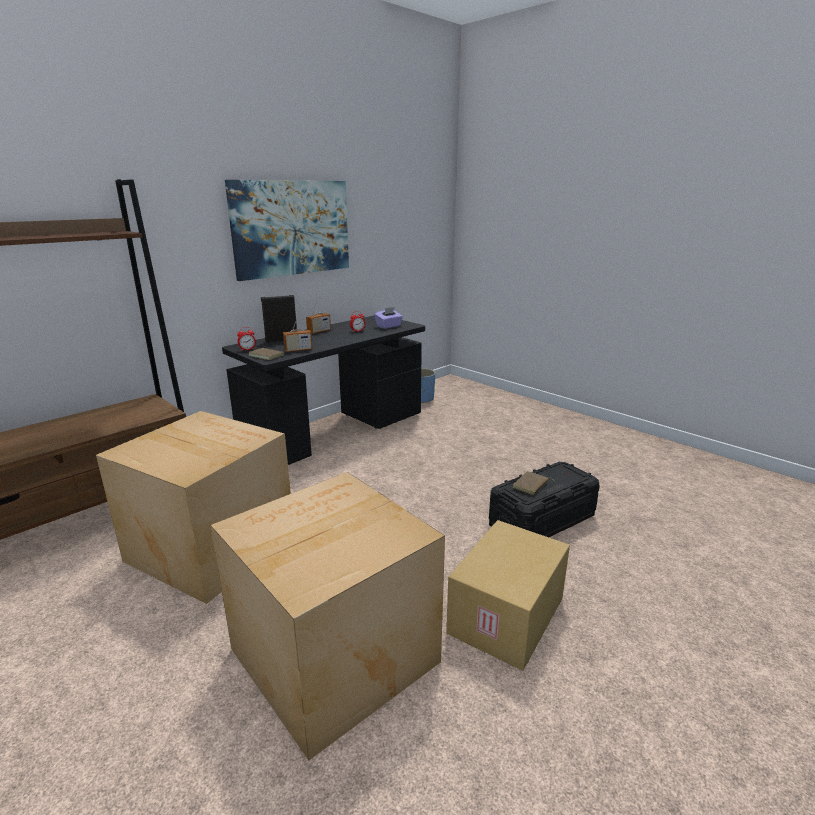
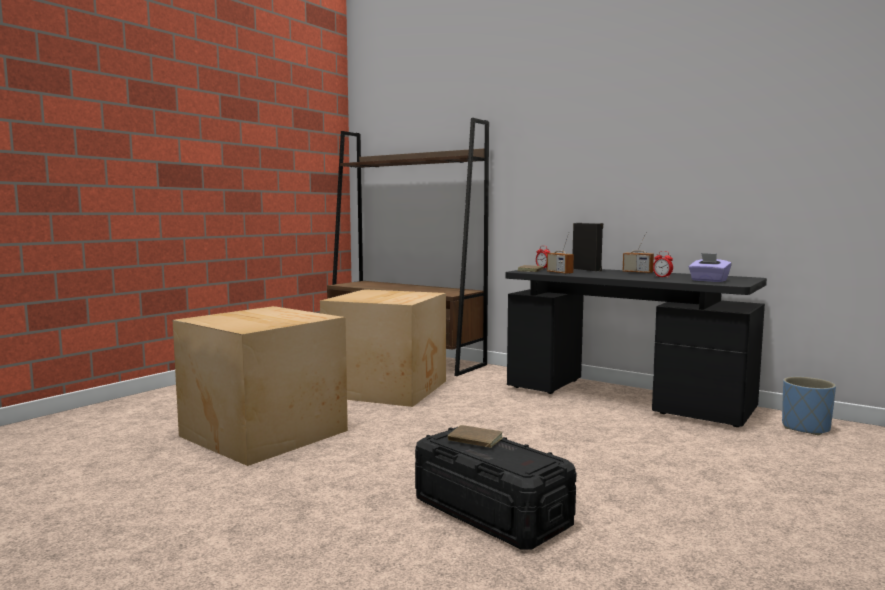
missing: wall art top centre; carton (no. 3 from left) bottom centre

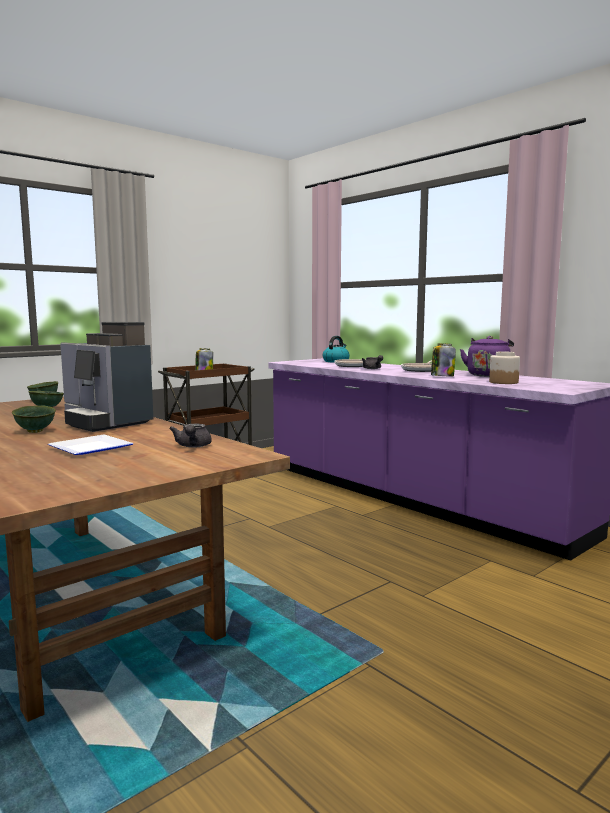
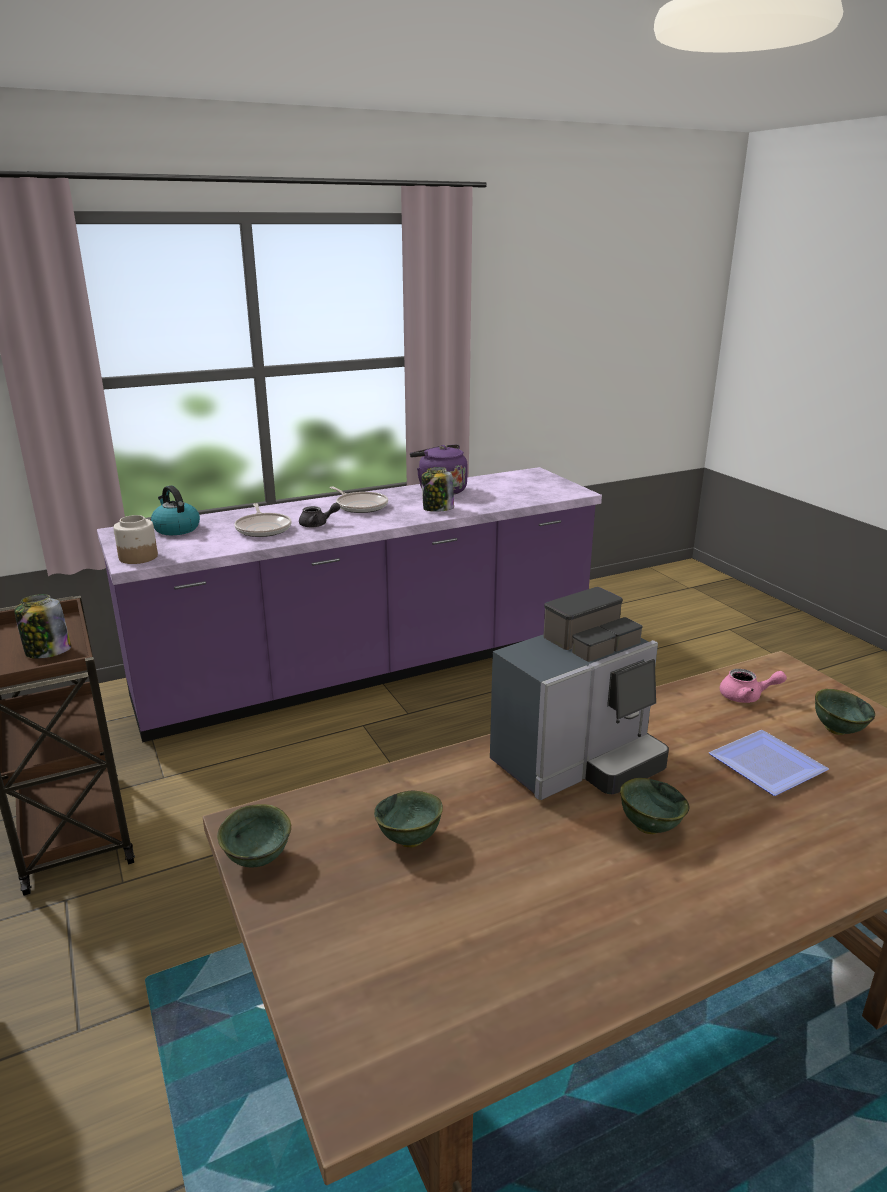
appeared: bowl (greenish) (no. 4 from left) middle right
relocated: preserve jar (no. 3 from left in the first image) middle right to preserve jar (no. 2 from left) middle left
colour: tea pot (grey) (no. 1 from left) middle left to tea pot (pink-coloured) middle right

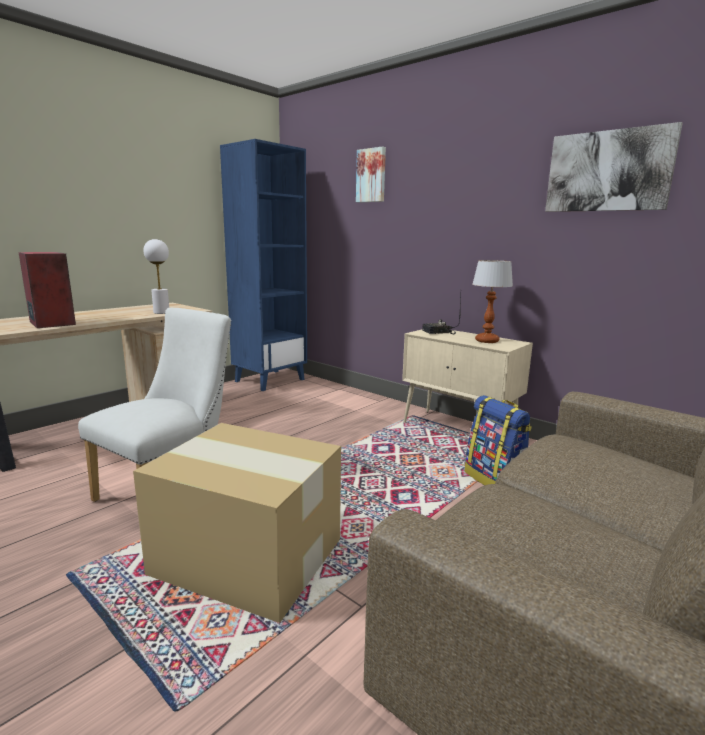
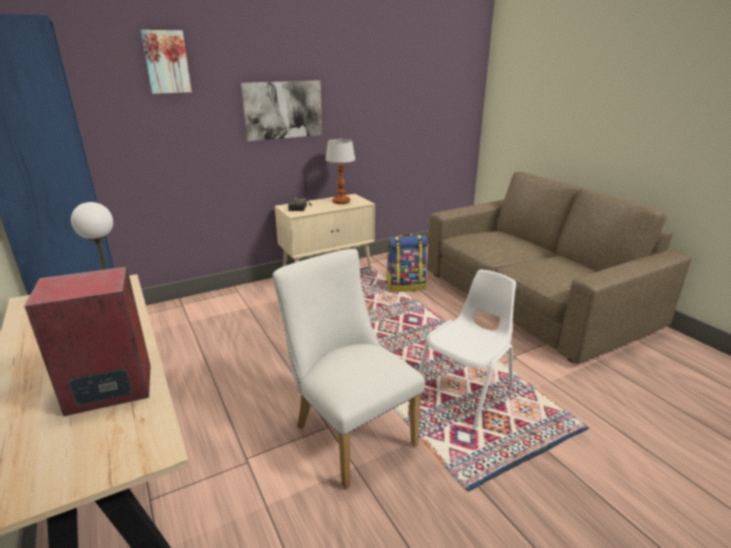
relocated: wall art (no. 2 from left) top right to top centre
exchanged: carton bottom centre to chair (white-coloured) (no. 2 from left) centre

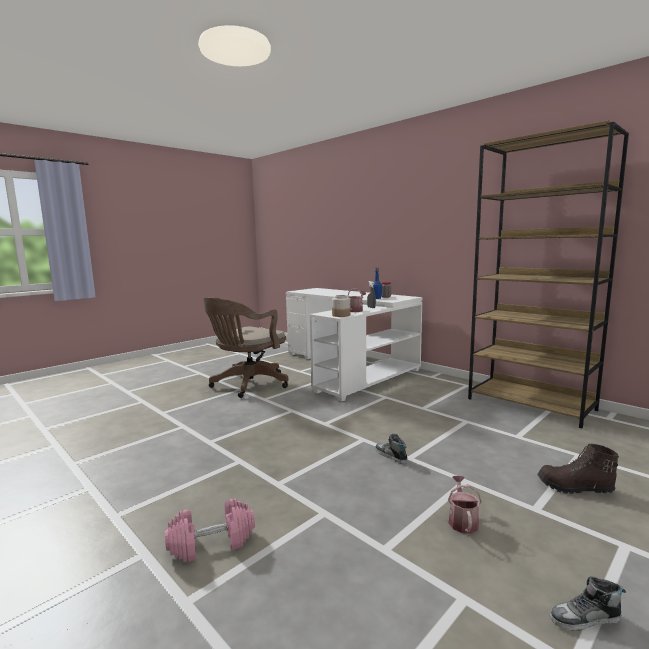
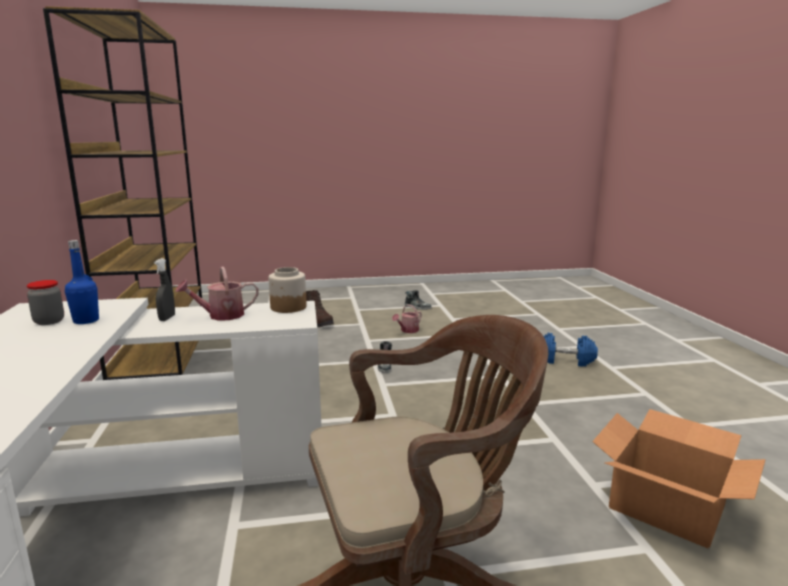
appeared: carton bottom right
colour: dumbbell (pink-coloured) bottom left to dumbbell (bluish) middle right

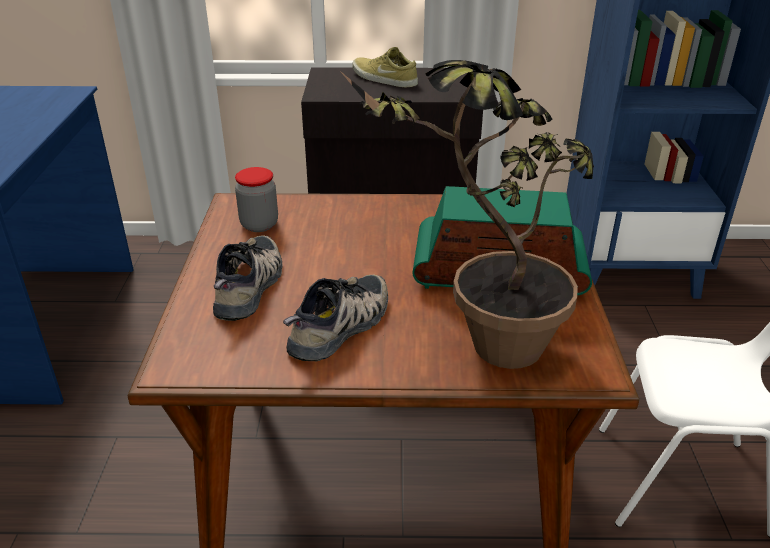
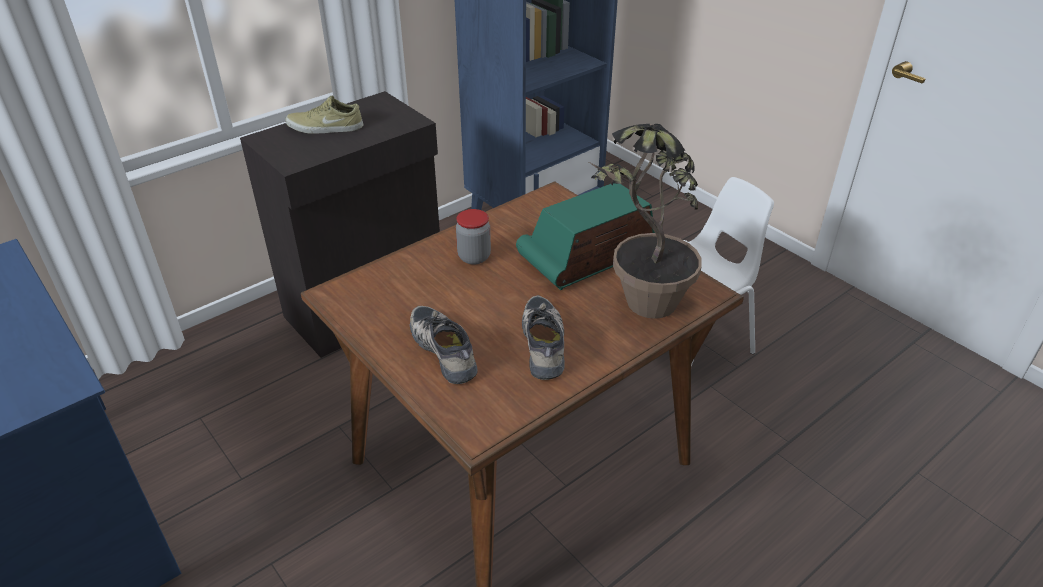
relocated: preserve jar middle left to centre

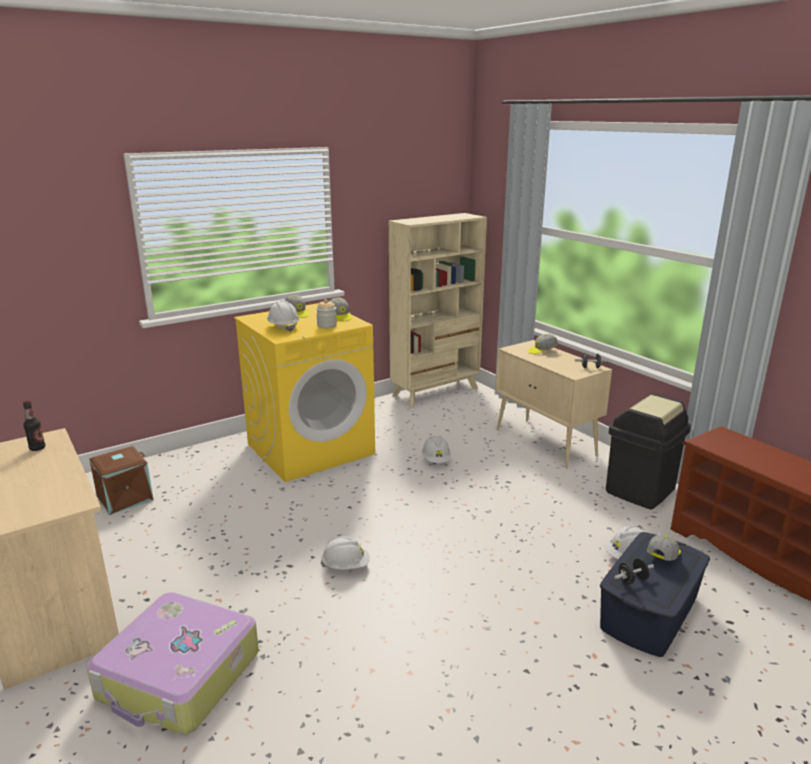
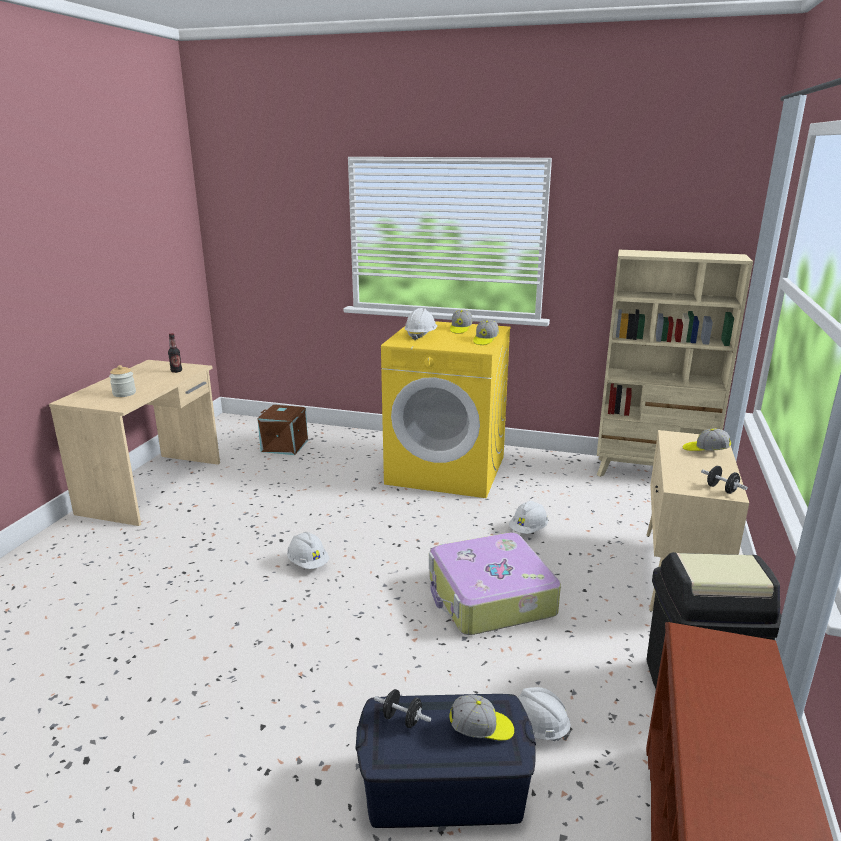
relocated: preserve jar centre to middle left; travel case bottom left to bottom centre

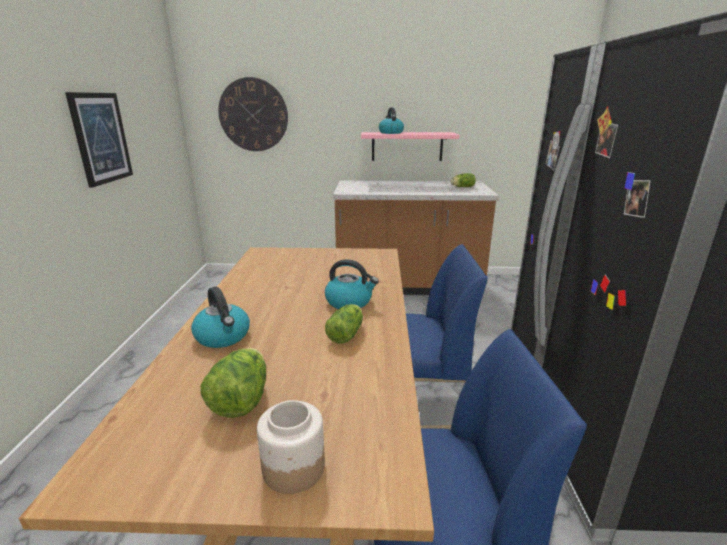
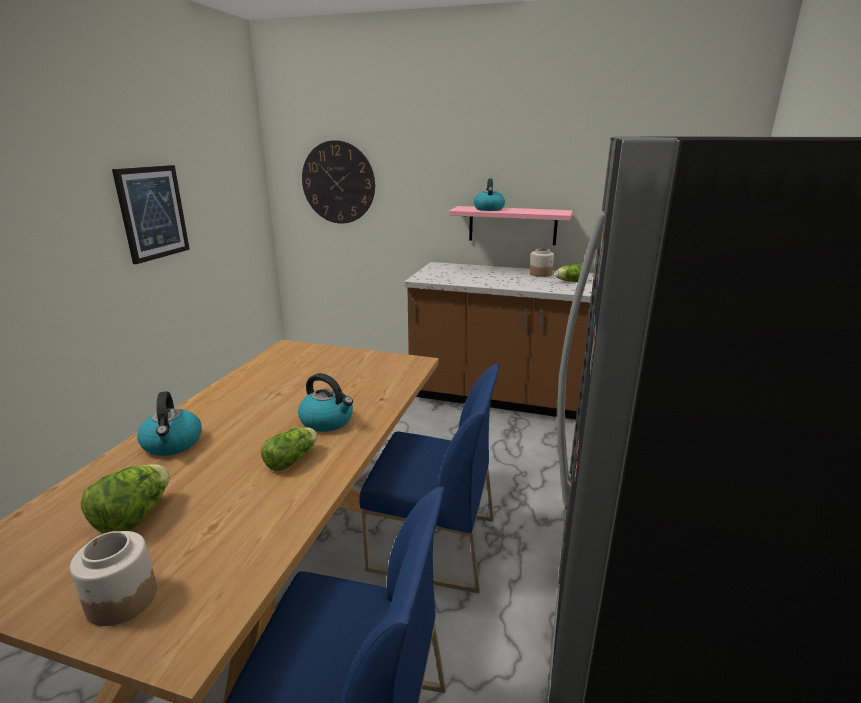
appeared: preserve jar (no. 2 from left) centre

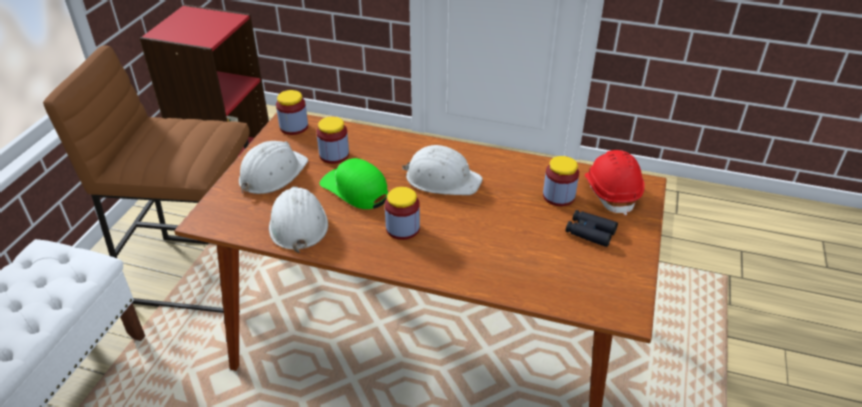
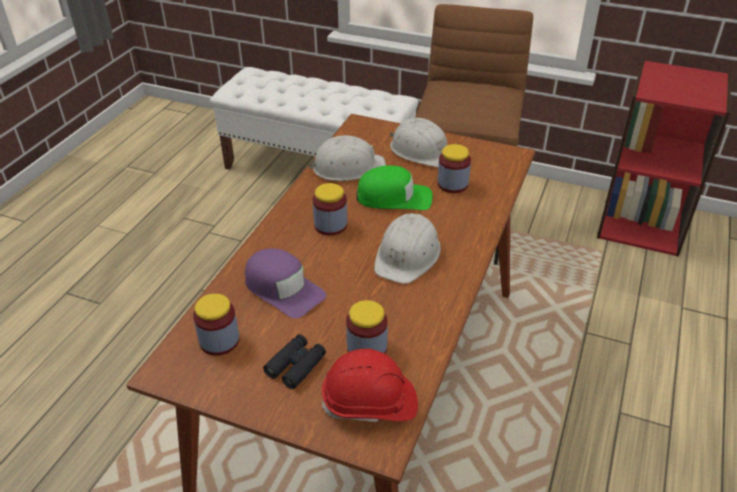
appeared: peaked cap (purplish) centre
relocated: preserve jar (no. 1 from left) top centre to middle left
spun: peaked cap (greenish) centre = centre 45 degrees clockwise

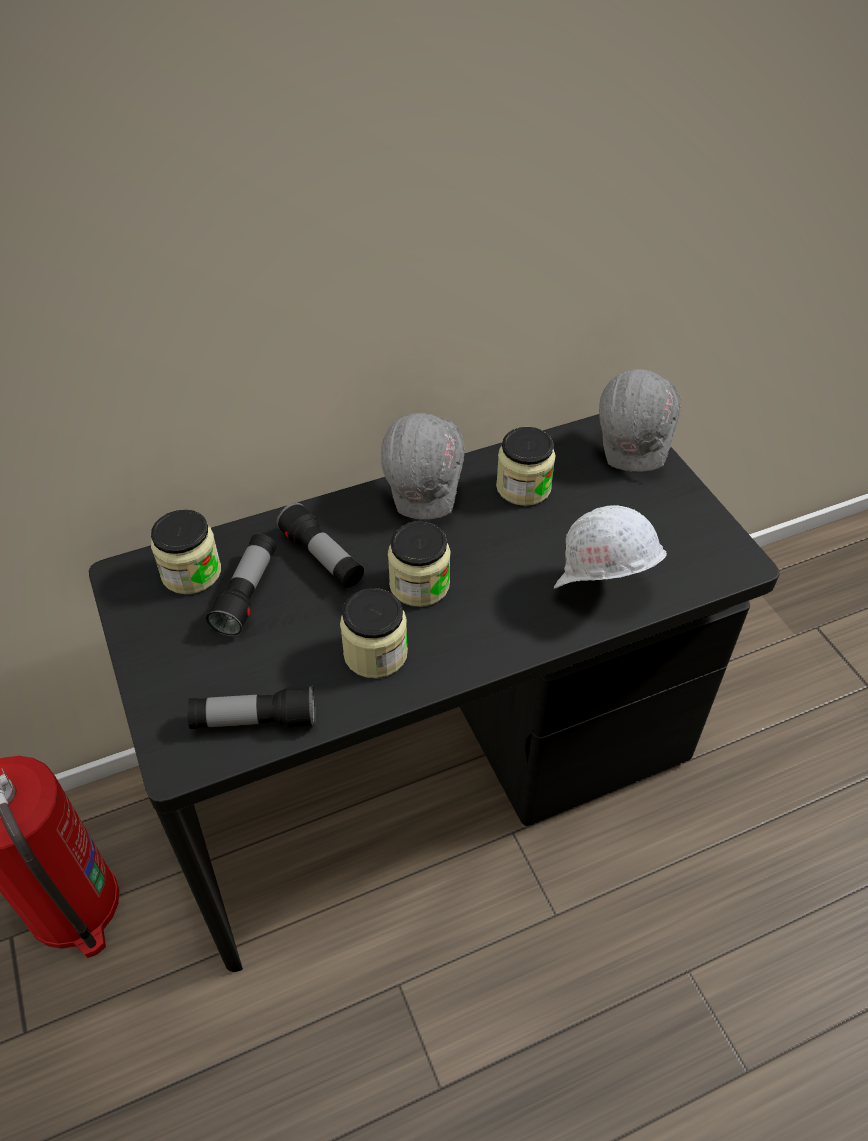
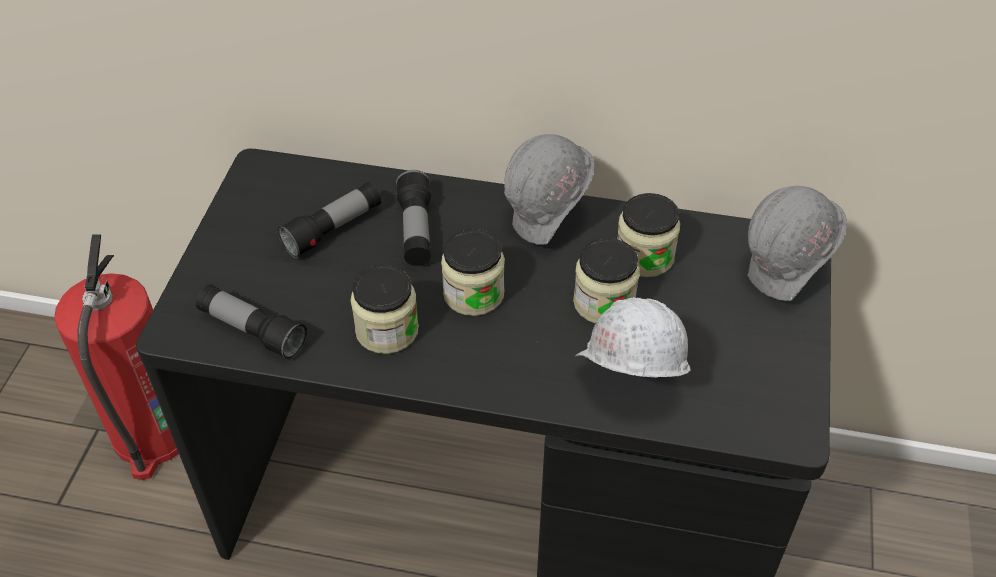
relocated: preserve jar (no. 1 from left in the first image) middle left to preserve jar (no. 3 from left) centre

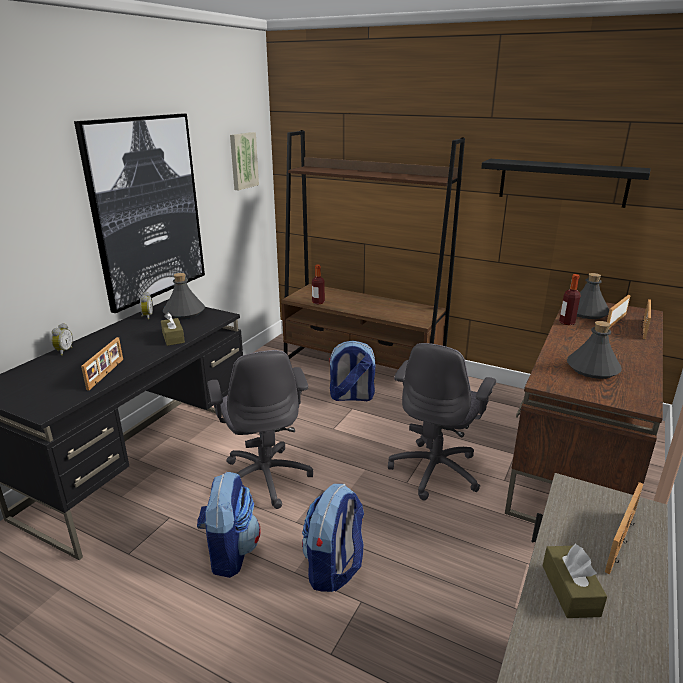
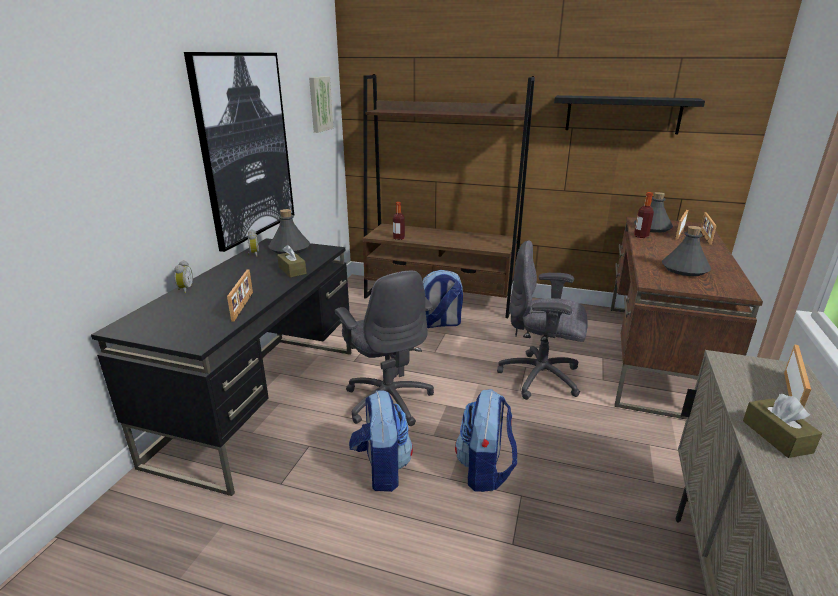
spun: desk chair (grey) (no. 2 from left) centre = centre 90 degrees clockwise

